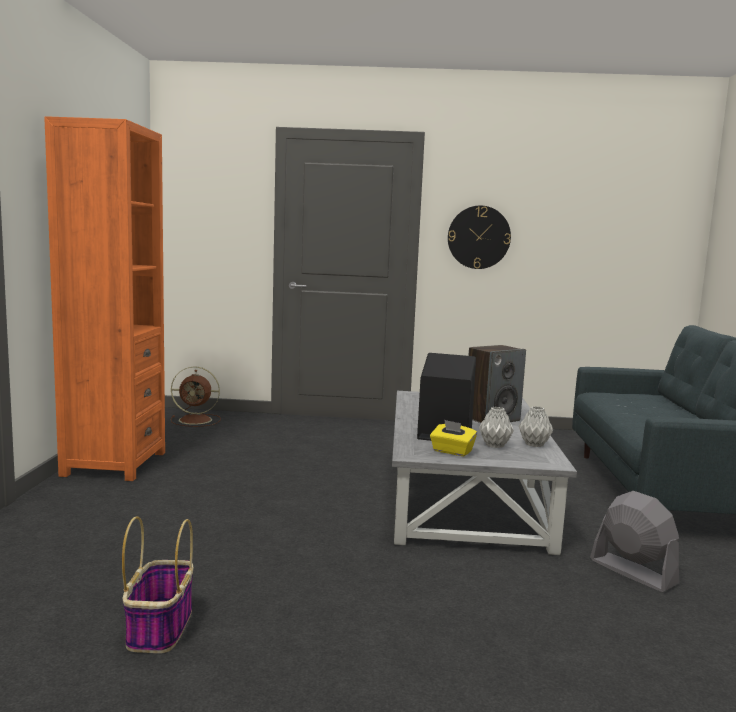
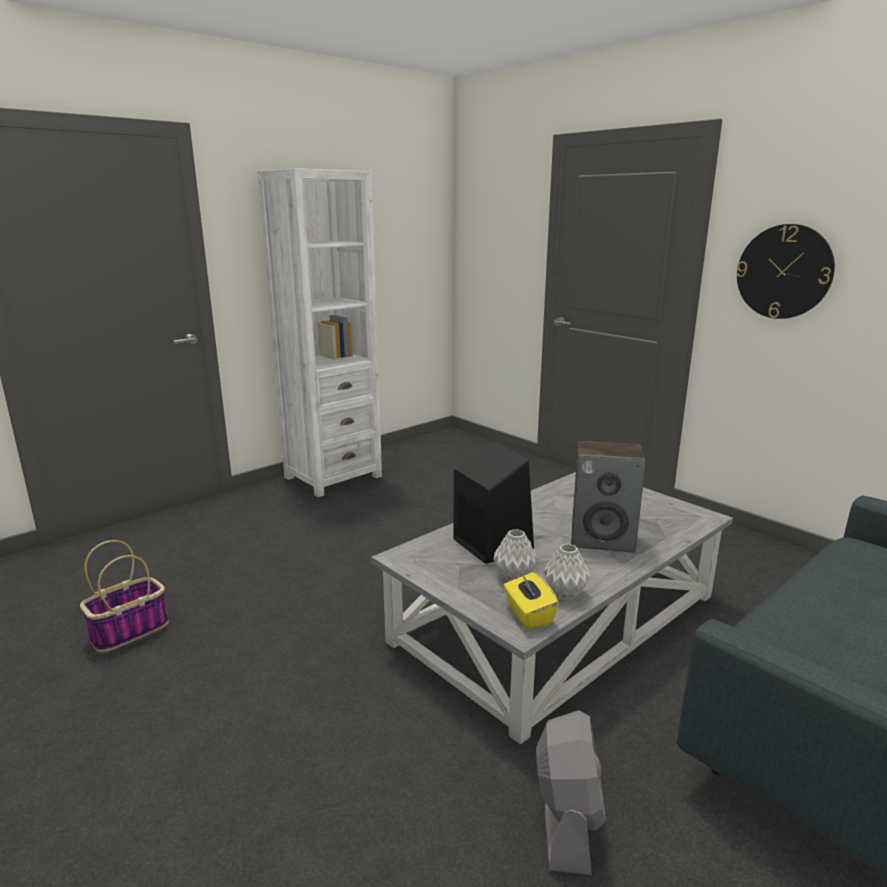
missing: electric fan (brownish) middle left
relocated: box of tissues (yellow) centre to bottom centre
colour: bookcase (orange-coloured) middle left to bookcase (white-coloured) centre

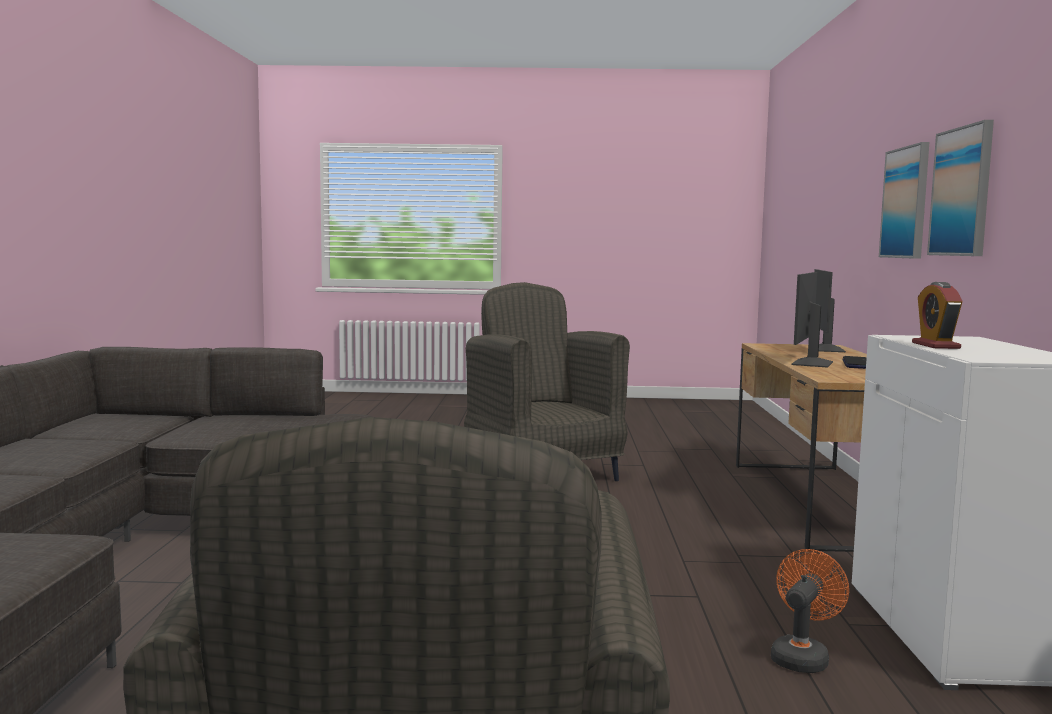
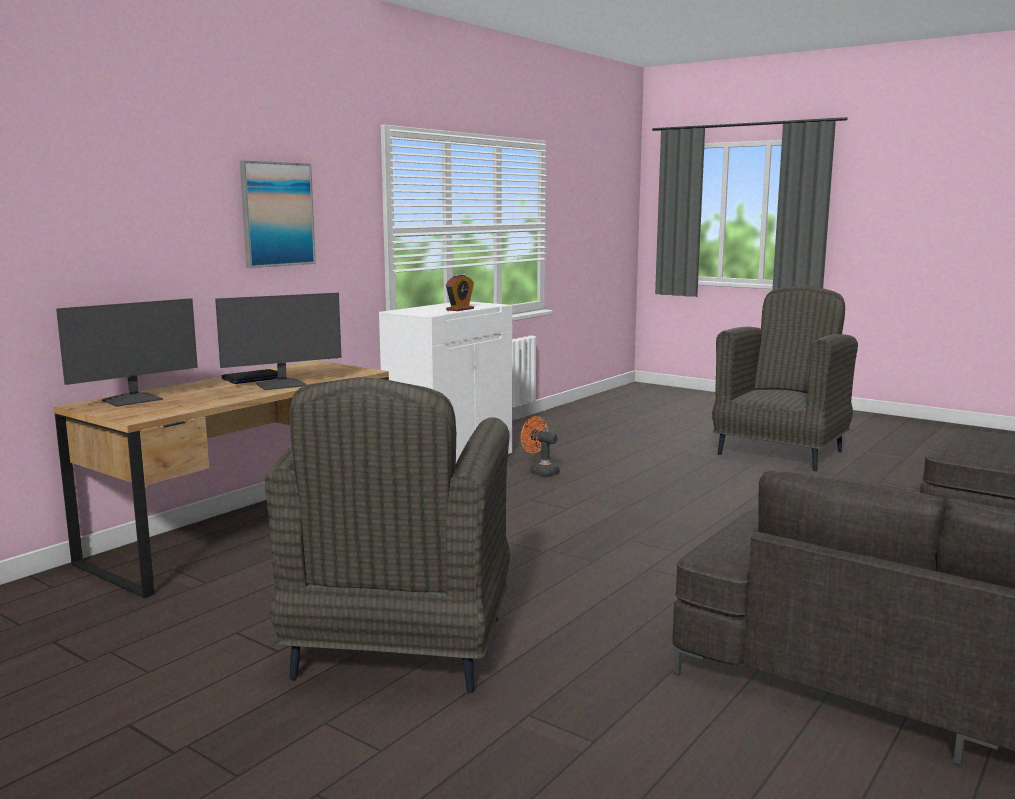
missing: wall art (no. 1 from left) top right
spun: electric fan (orange-coloured) bottom right = centre 60 degrees clockwise

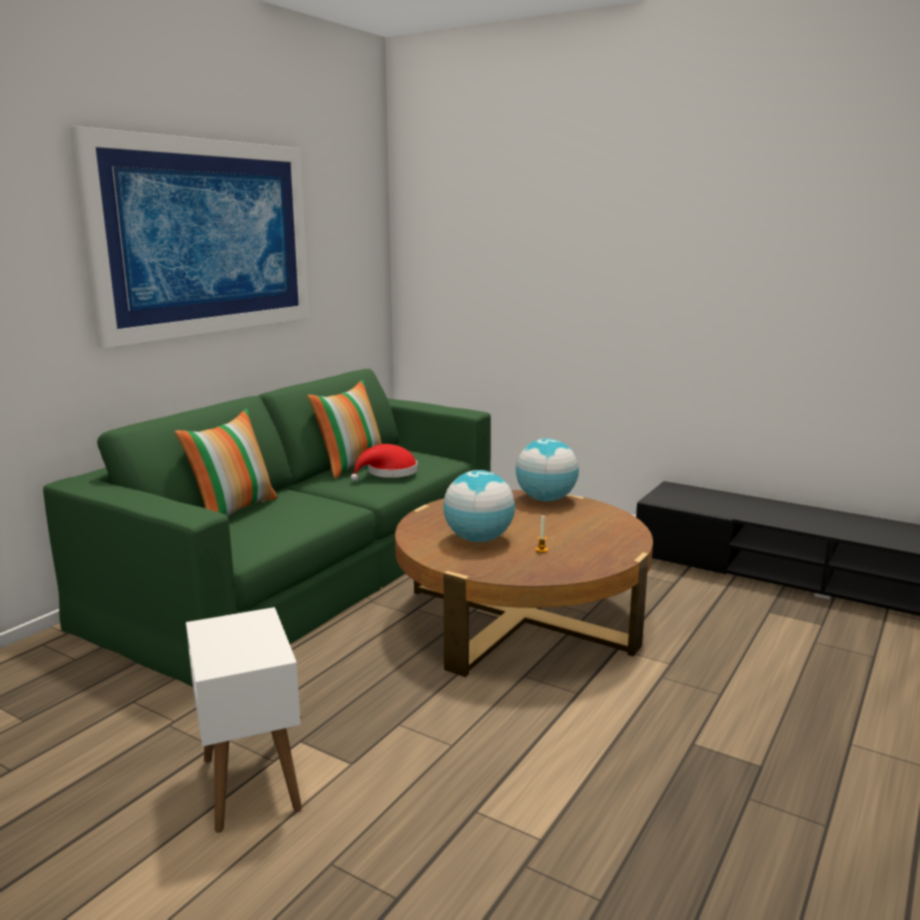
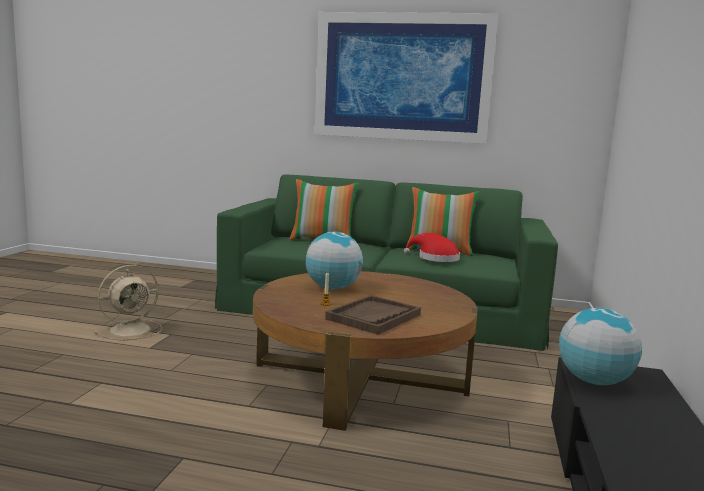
appeared: serving tray (brownish) centre
relocated: desk globe (no. 2 from left) centre to bottom right
exchanged: end table (white-coloured) bottom left to electric fan (beige-coloured) middle left

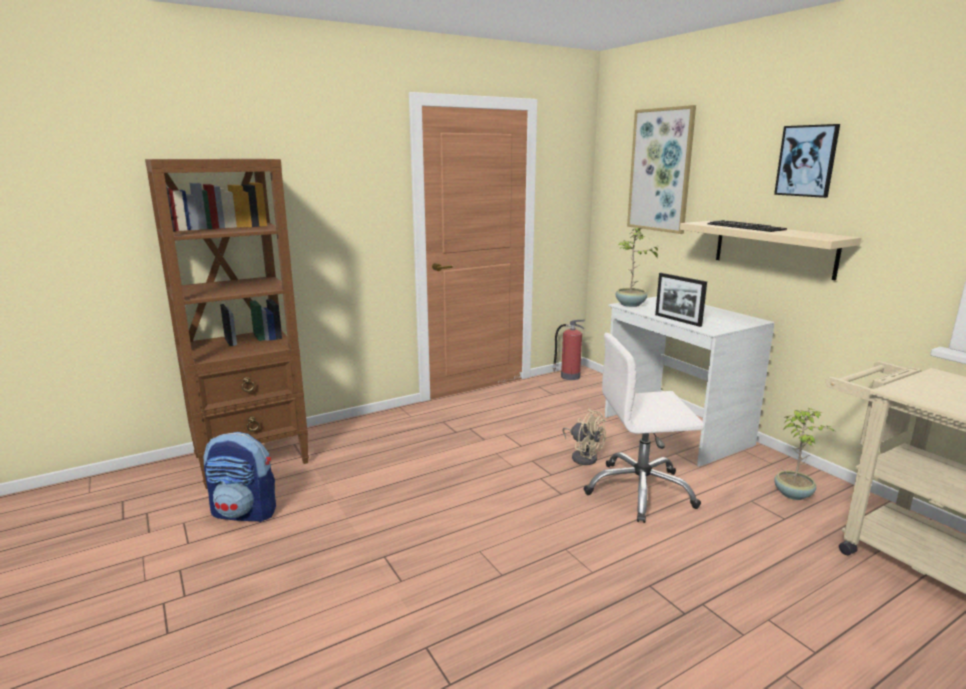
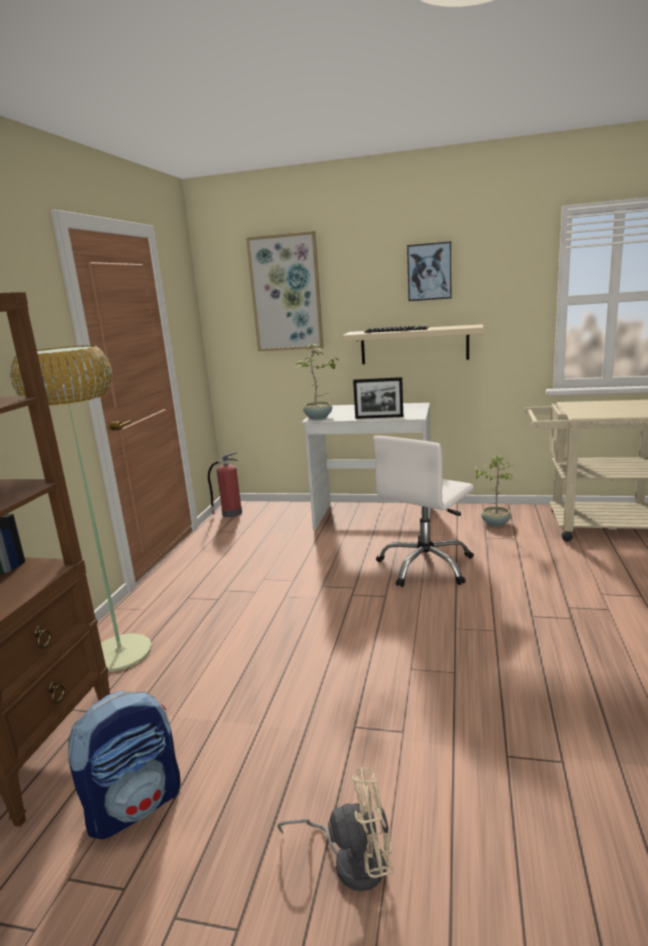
appeared: floor lamp middle left
relocated: electric fan (beige-coloured) centre to bottom centre

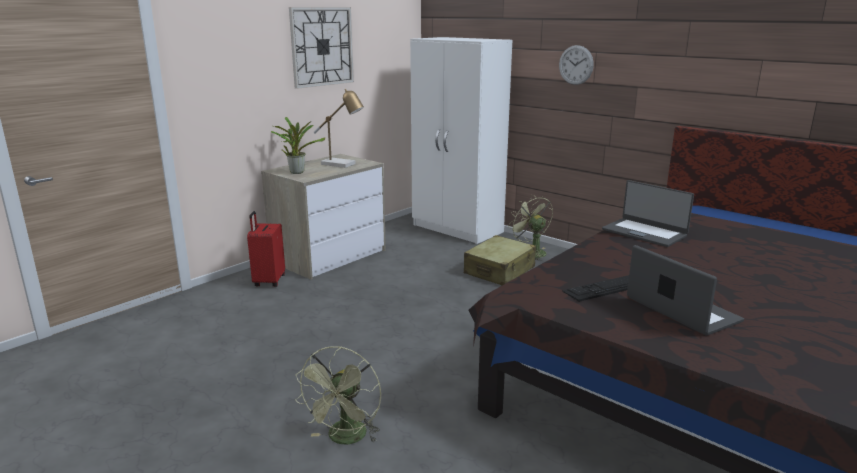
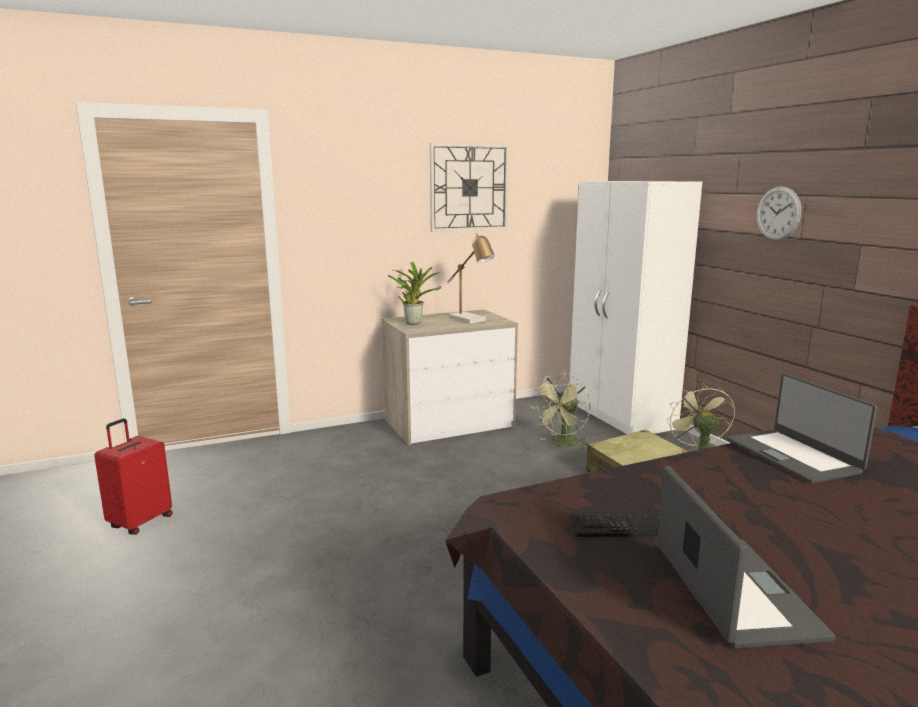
relocated: travel case (red) middle left to bottom left; electric fan (greenish) (no. 1 from left) bottom centre to centre

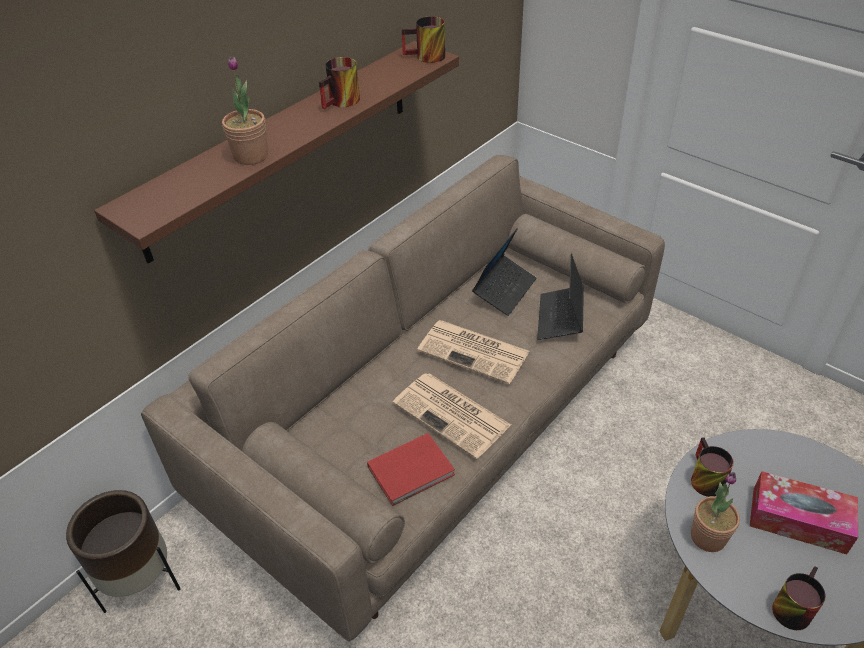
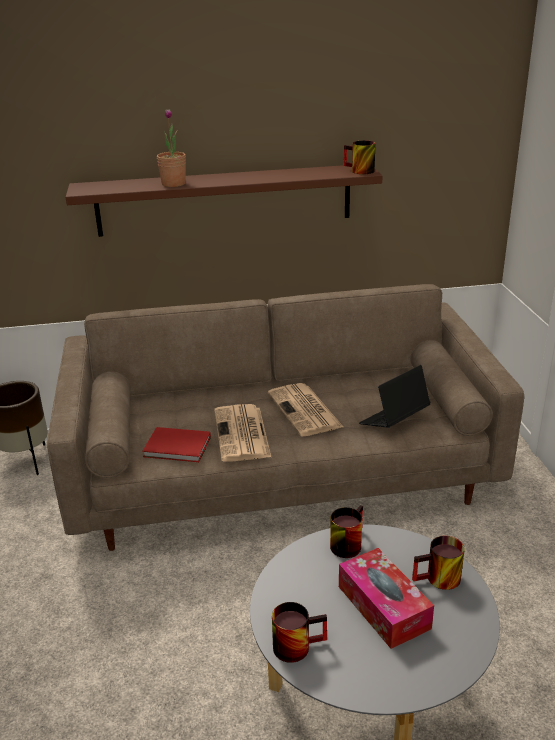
missing: notebook computer (no. 1 from left) centre; potted plant (no. 2 from left) bottom right
relocated: tea mug (no. 1 from left in the first image) top centre to tea mug (no. 4 from left) bottom right

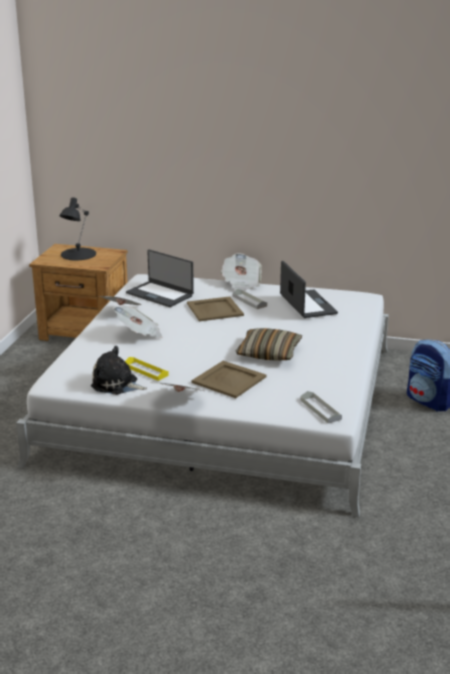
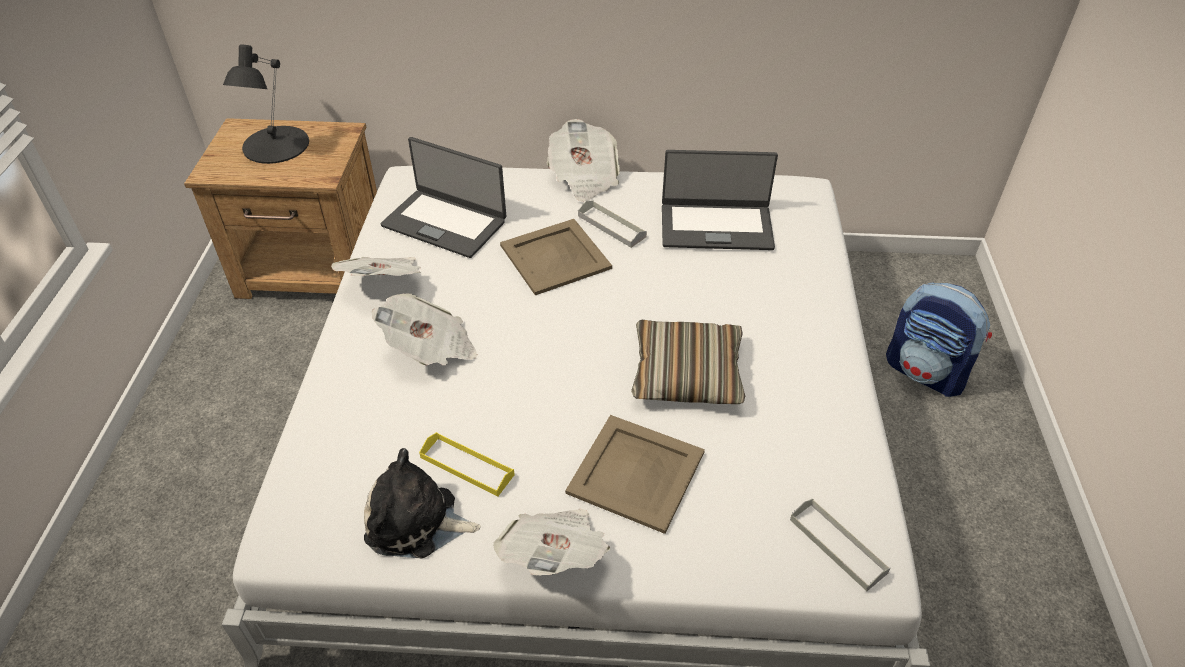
spun: notebook computer (no. 2 from left) middle right = top centre 120 degrees clockwise

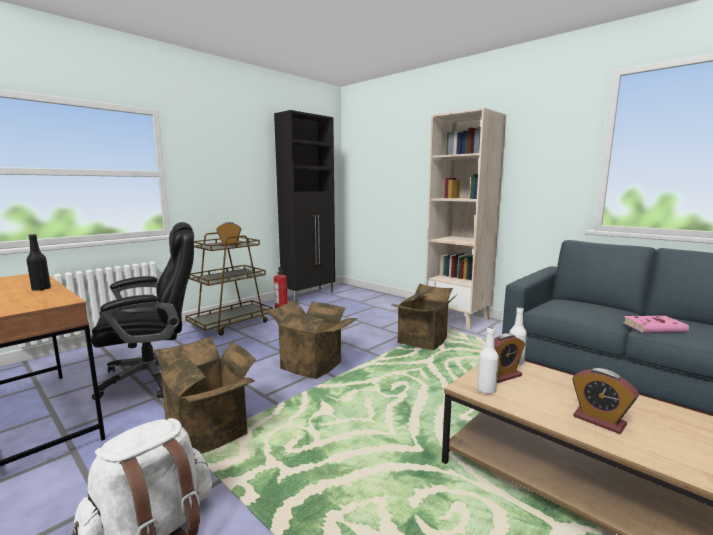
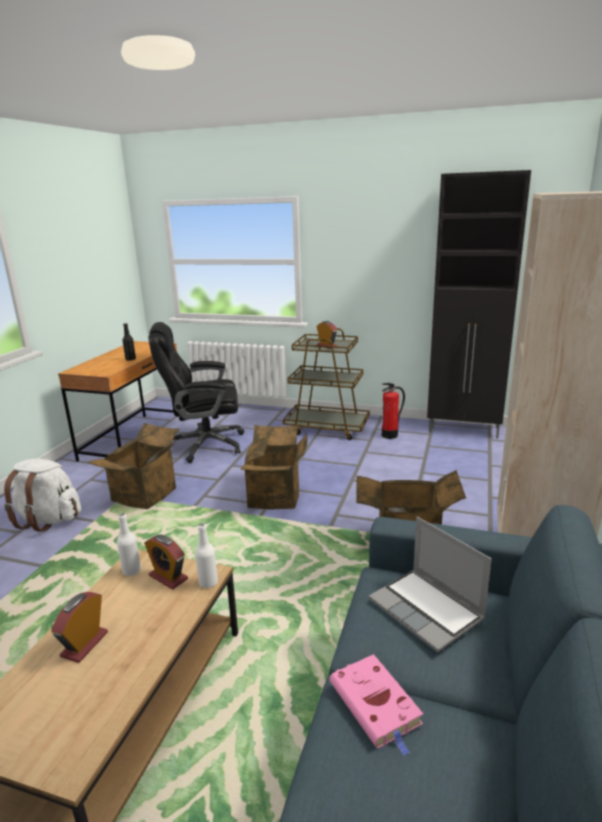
appeared: notebook computer bottom right
spun: desk chair (black-coloured) middle left = middle left 135 degrees clockwise

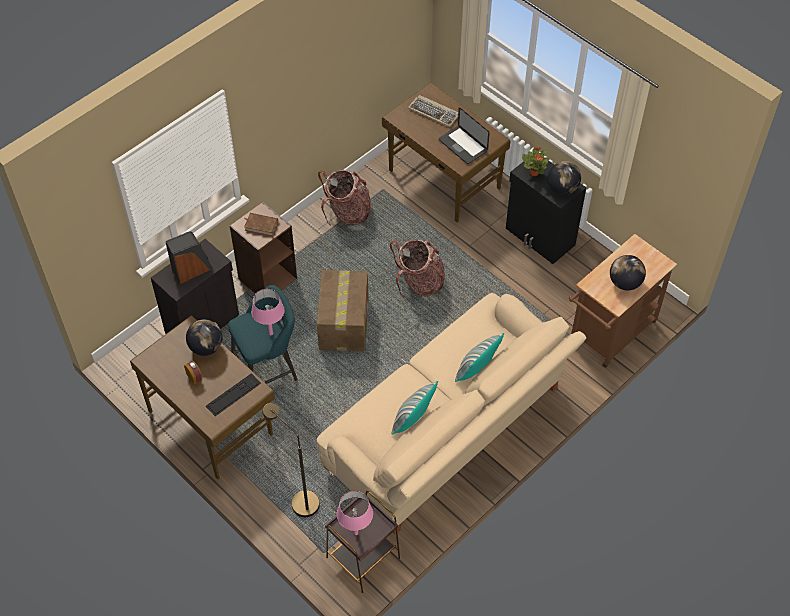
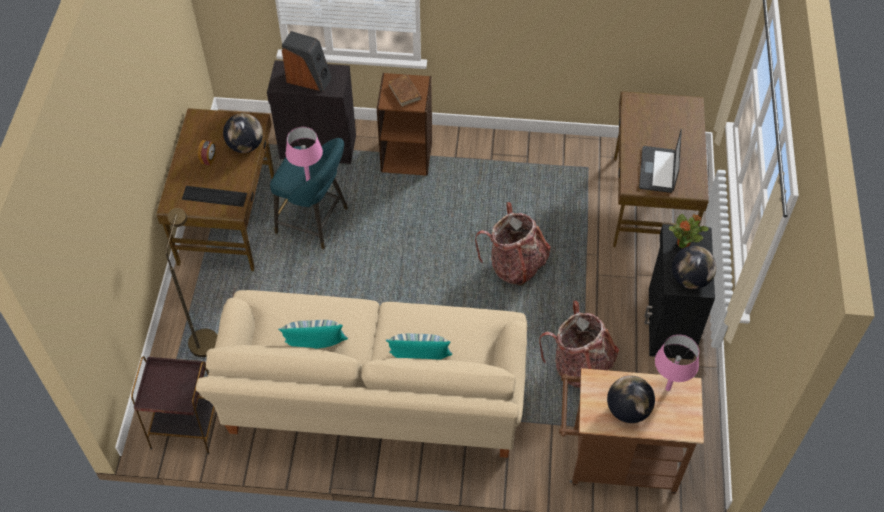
missing: PC keyboard (no. 2 from left) top centre; carton centre
relocated: knapsack (no. 1 from left in the first image) top centre to knapsack (no. 2 from left) bottom centre; tabletop lamp (pink-coloured) (no. 2 from left) bottom centre to bottom right

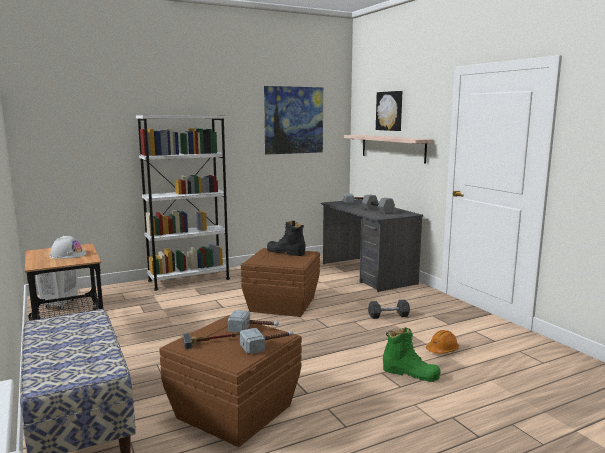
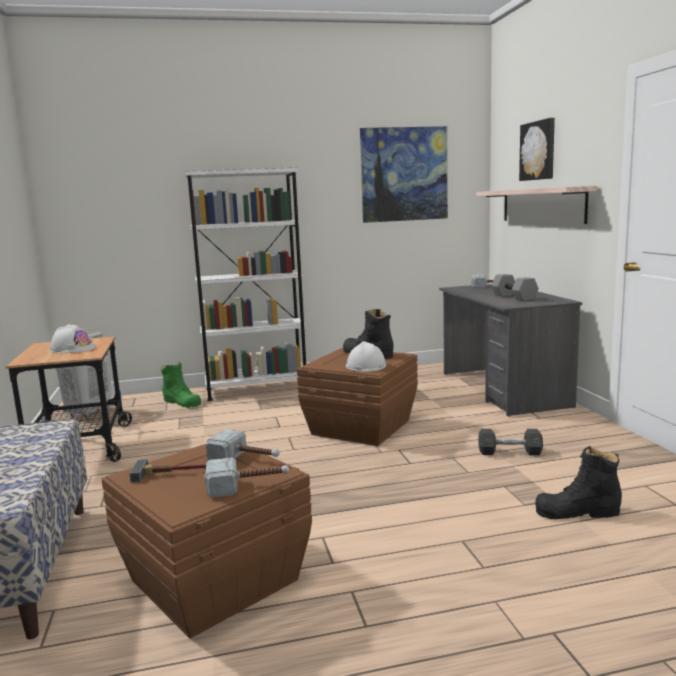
appeared: safety helmet (white-coloured) (no. 2 from left) centre
relocated: boot (greenish) bottom right to middle left
exchanged: safety helmet (orange-coloured) bottom right to boot (black-coloured) (no. 2 from left) bottom right

